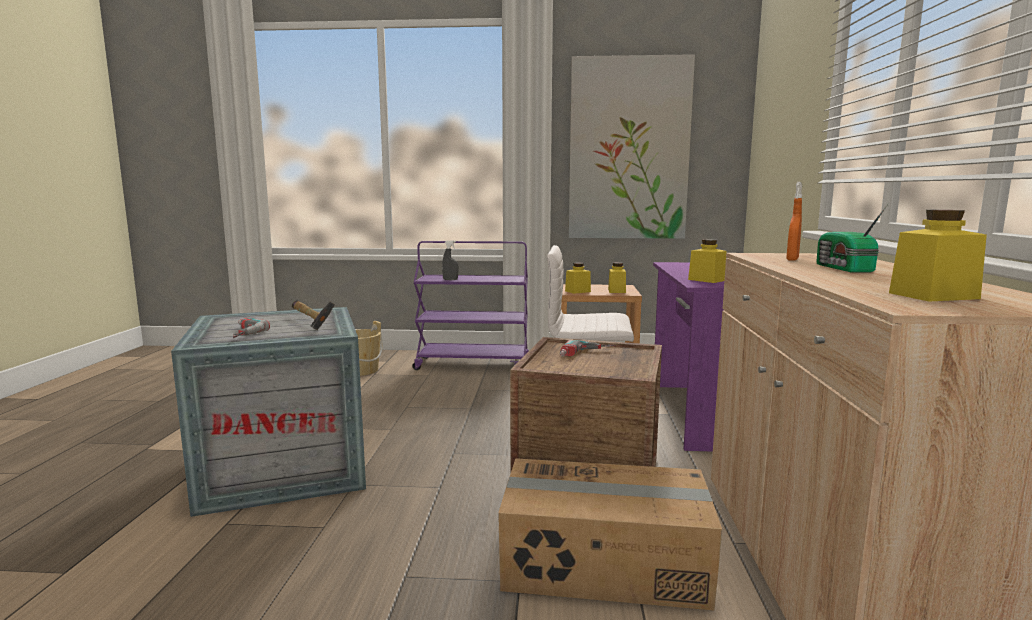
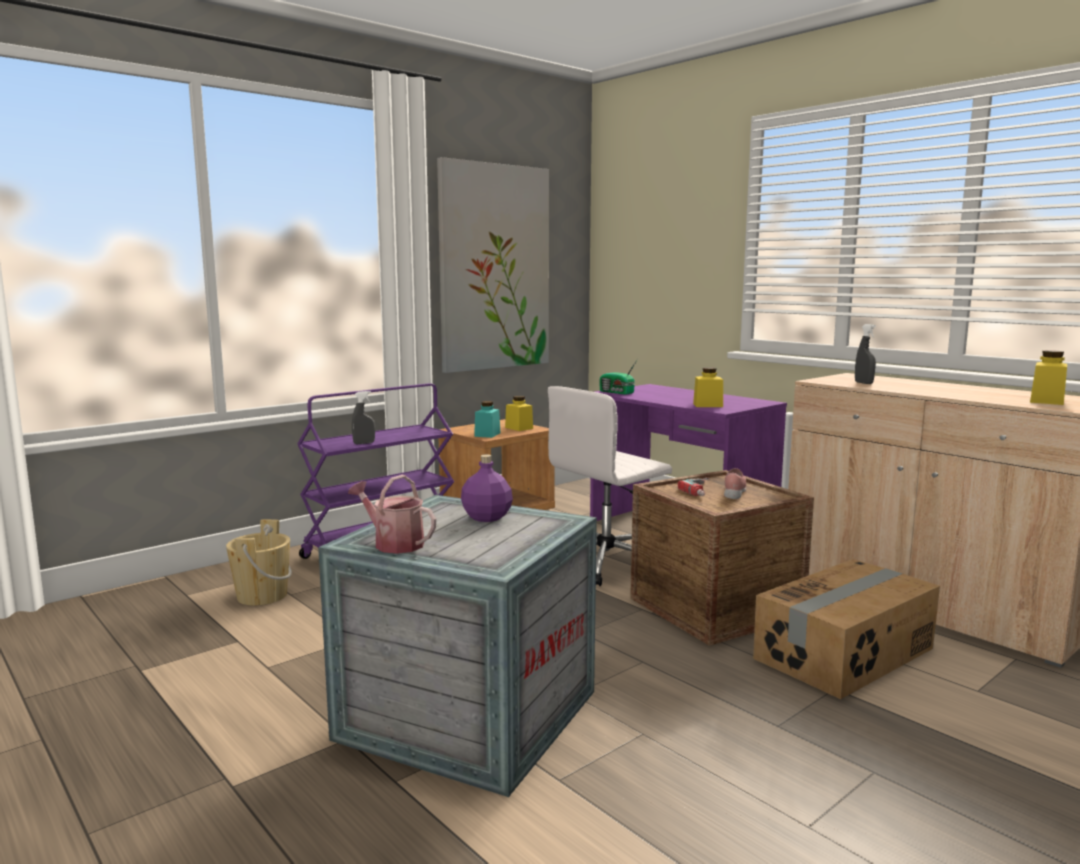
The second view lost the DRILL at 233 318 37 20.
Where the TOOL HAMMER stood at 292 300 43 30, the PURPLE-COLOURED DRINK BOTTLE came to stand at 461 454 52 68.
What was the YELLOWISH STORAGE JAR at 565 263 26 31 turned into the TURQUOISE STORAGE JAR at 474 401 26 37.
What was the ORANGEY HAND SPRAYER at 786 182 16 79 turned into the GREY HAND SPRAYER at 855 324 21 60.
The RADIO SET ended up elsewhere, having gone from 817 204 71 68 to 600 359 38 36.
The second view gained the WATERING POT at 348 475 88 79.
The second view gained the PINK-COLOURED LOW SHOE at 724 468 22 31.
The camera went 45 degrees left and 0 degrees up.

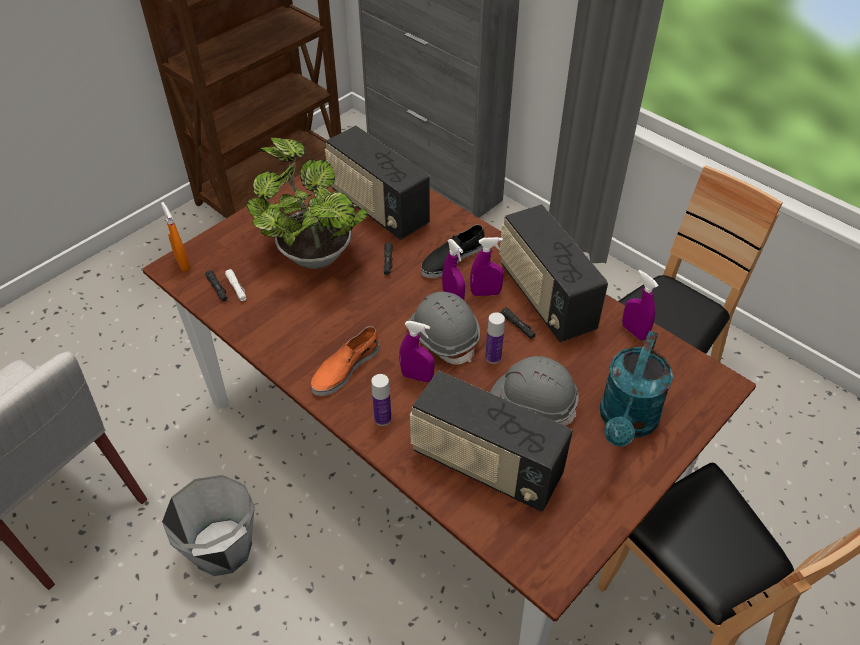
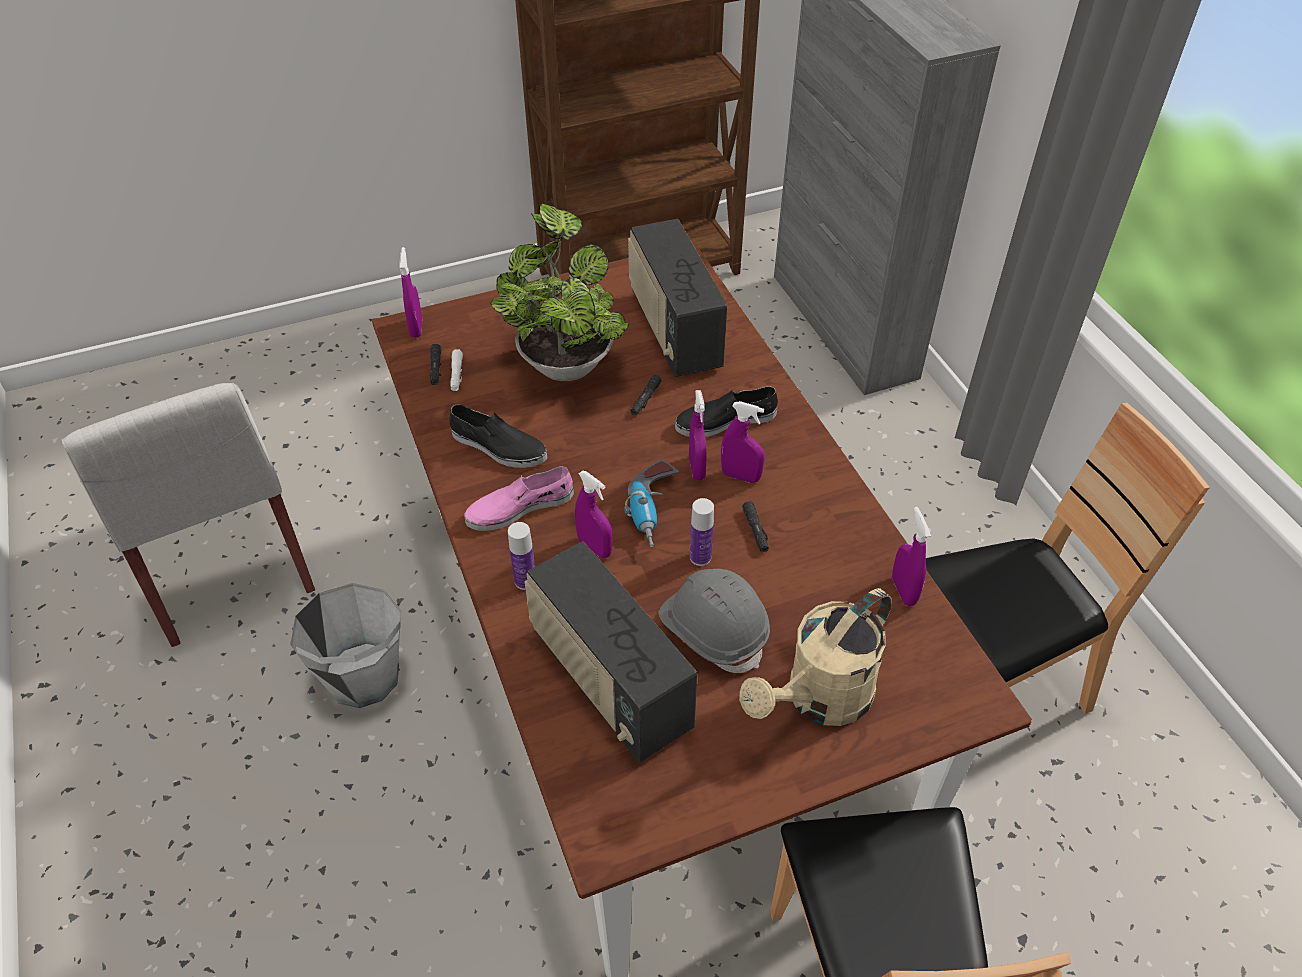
What was the ORANGEY HAND SPRAYER at 161 202 29 70 turned into the PURPLE-COLOURED HAND SPRAYER at 400 247 22 91.
What was the ORANGEY LOW SHOE at 311 327 68 69 turned into the PINK-COLOURED LOW SHOE at 464 466 110 65.
Where the GREY HARD HAT stood at 406 292 74 73, the DRILL came to stand at 624 459 55 88.
The second view lost the RADIO SET at 499 204 109 138.
What was the TURQUOISE WATERING POT at 600 331 73 115 turned into the SAND-COLOURED WATERING POT at 739 588 153 138.
The second view gained the BLACK LOW SHOE at 449 404 98 64.
The camera went 25 degrees right and 0 degrees up.

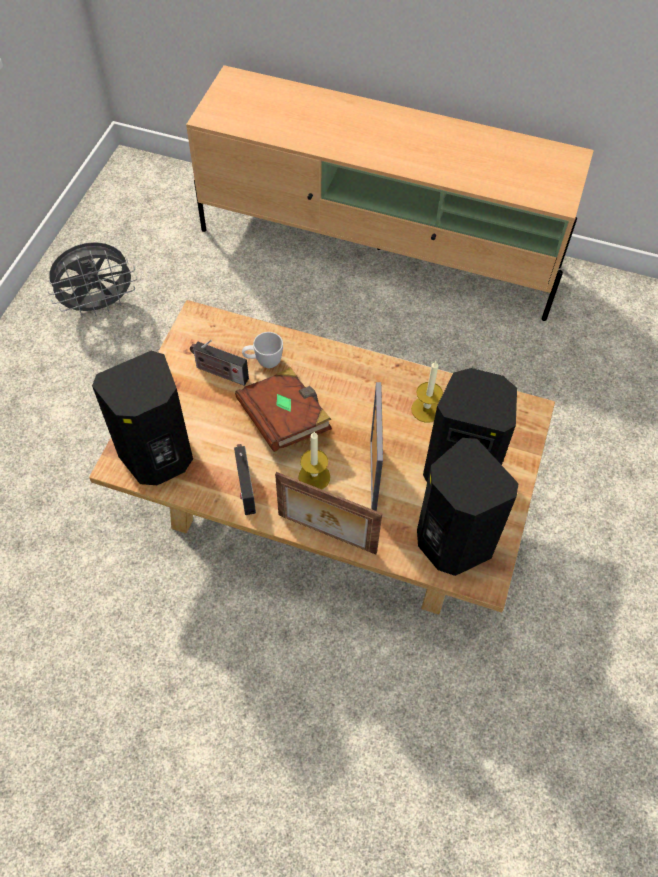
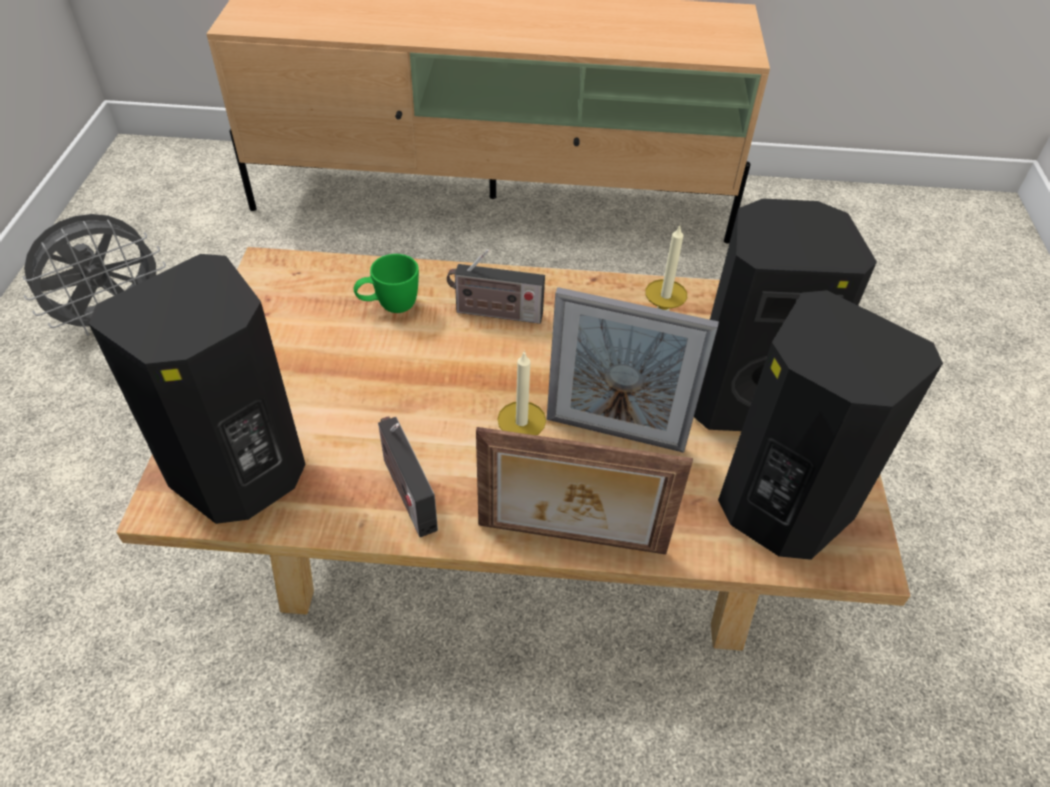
The RADIO SET ended up elsewhere, having gone from 190 340 59 46 to 447 249 98 75.
The second view lost the BROWN-COLOURED BOOK at 235 368 97 84.
What was the WHITISH TEA MUG at 242 332 41 36 turned into the GREENISH TEA MUG at 354 254 65 59.
The STANDING FRAME at 370 382 13 129 ended up facing another way, 120 degrees clockwise from before.
The camera went 15 degrees left and 10 degrees down.

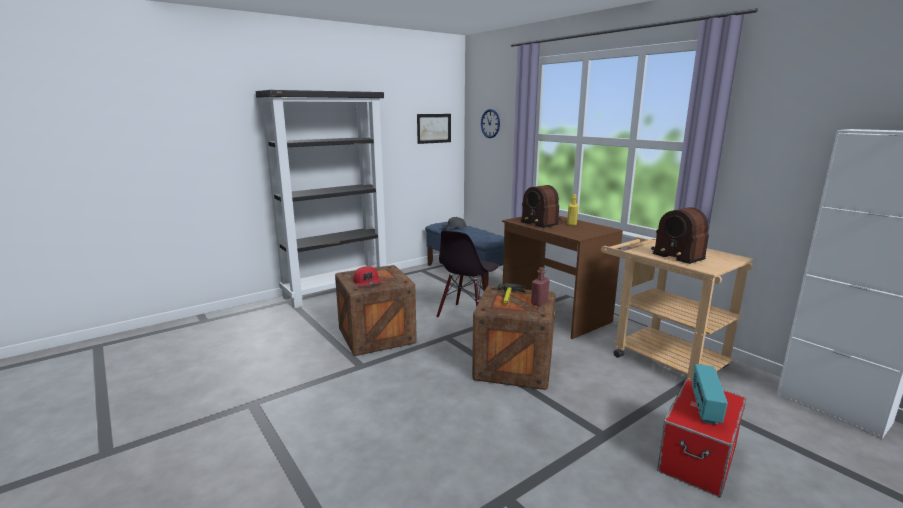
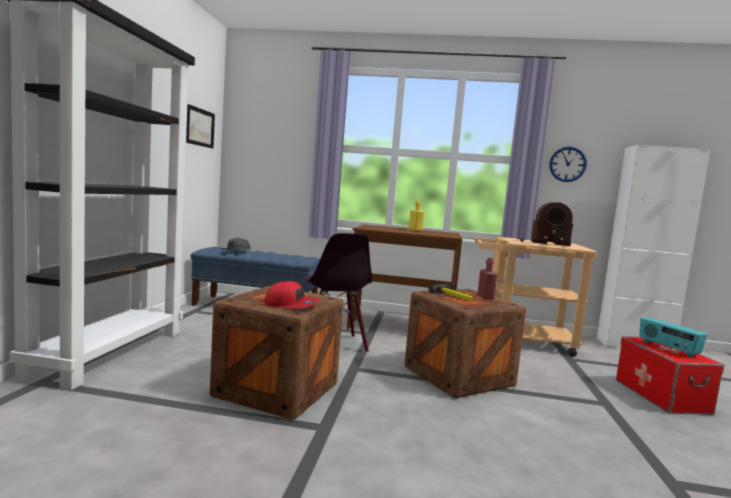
The CLOCK ON THE WALL ended up elsewhere, having gone from 481 109 19 29 to 549 146 38 36.
The second view lost the RADIO SET at 520 185 41 43.
The camera went 45 degrees left and 10 degrees down.

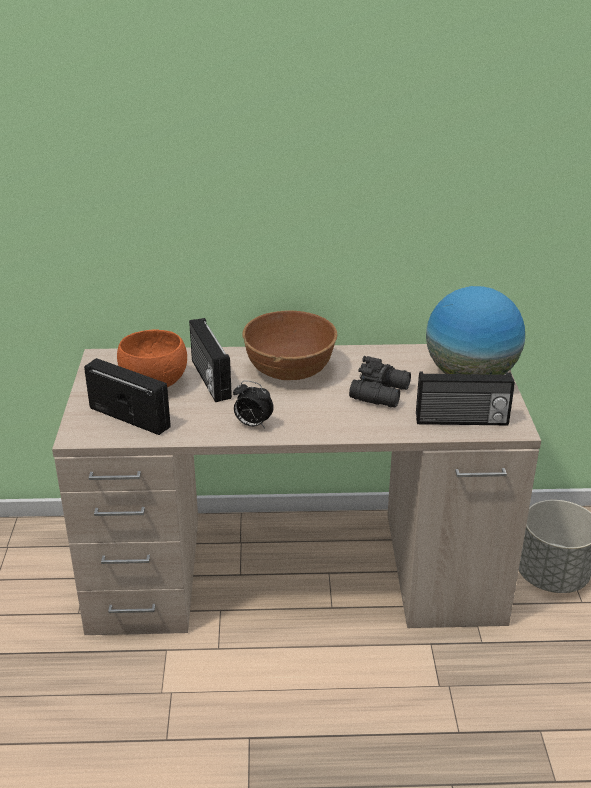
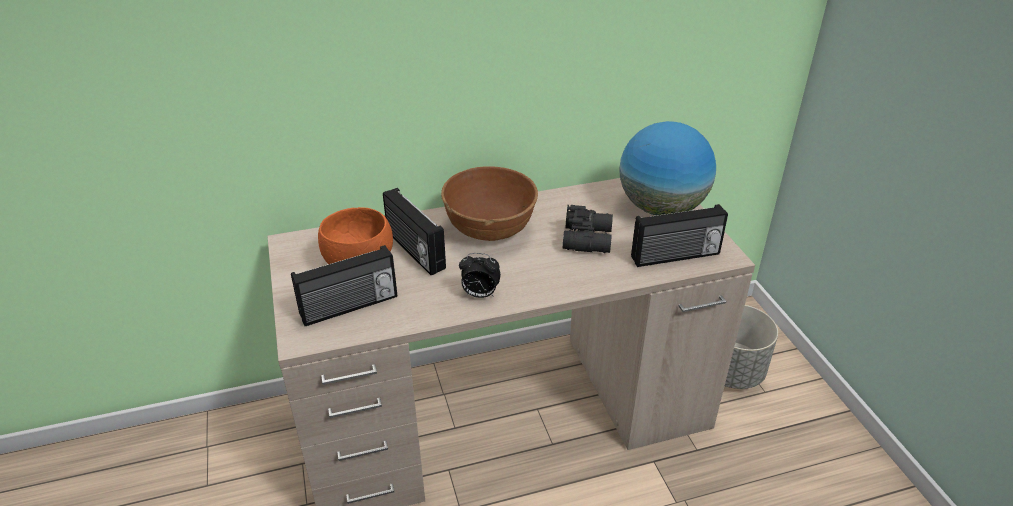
The RADIO SET at 84 358 87 77 ended up facing another way, 135 degrees clockwise from before.
The camera went 15 degrees left and 5 degrees up.

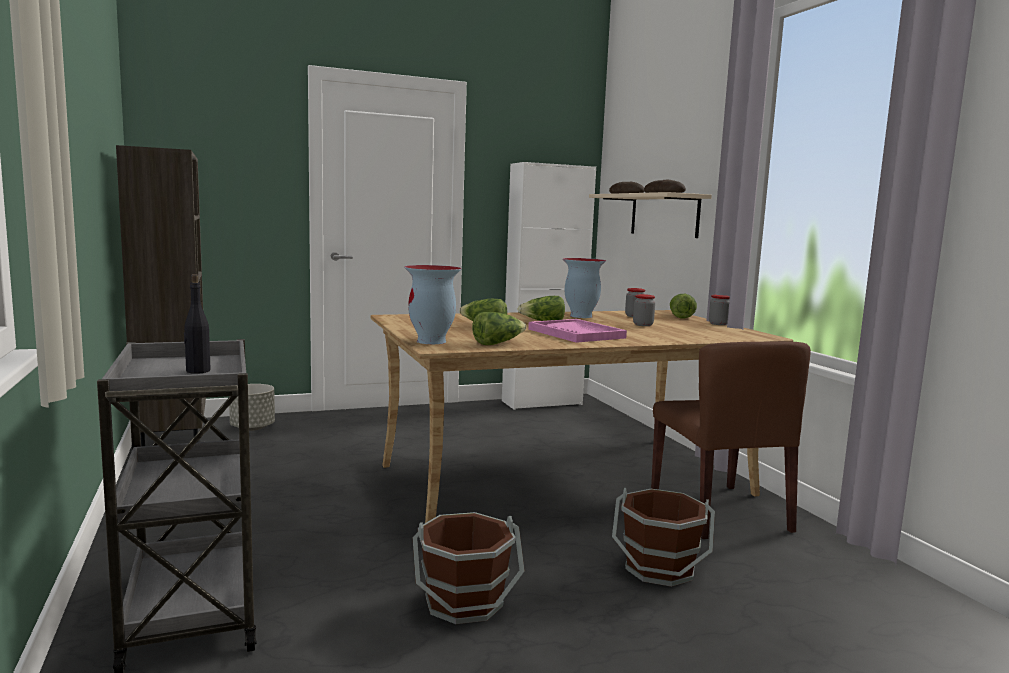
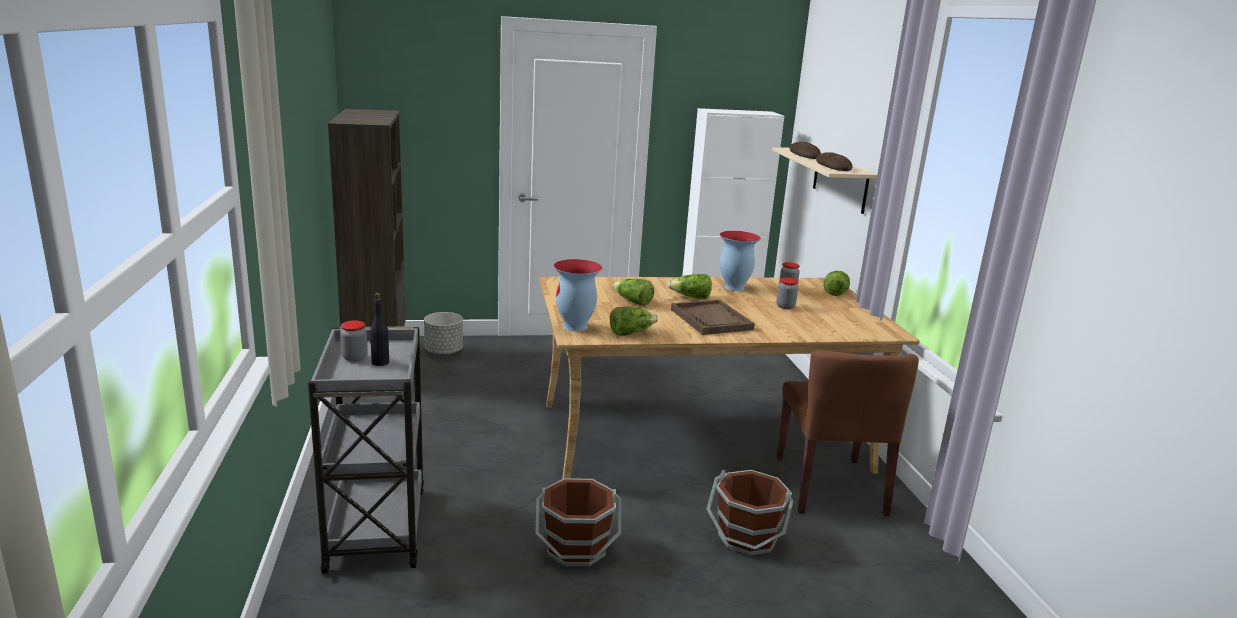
What was the PINK-COLOURED SERVING TRAY at 528 319 99 24 turned into the BROWN-COLOURED SERVING TRAY at 671 299 84 36.
The STORAGE JAR ended up elsewhere, having gone from 709 295 21 30 to 340 320 28 42.
The camera went 10 degrees right and 10 degrees up.

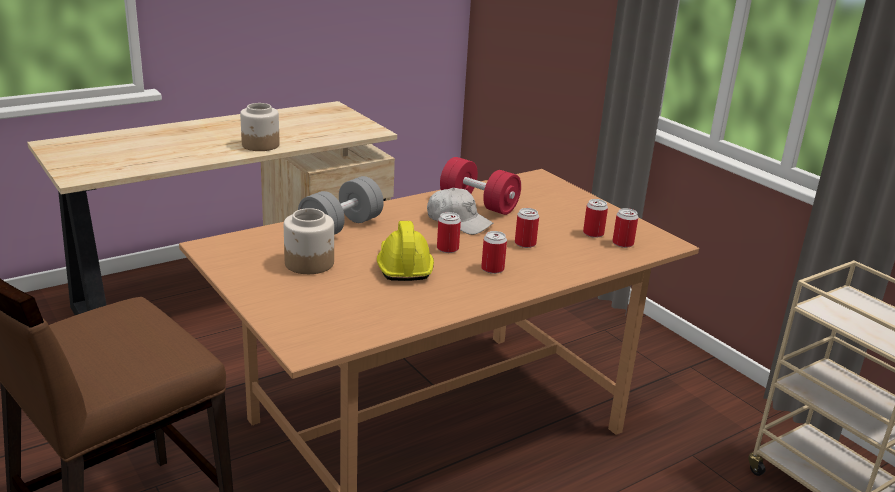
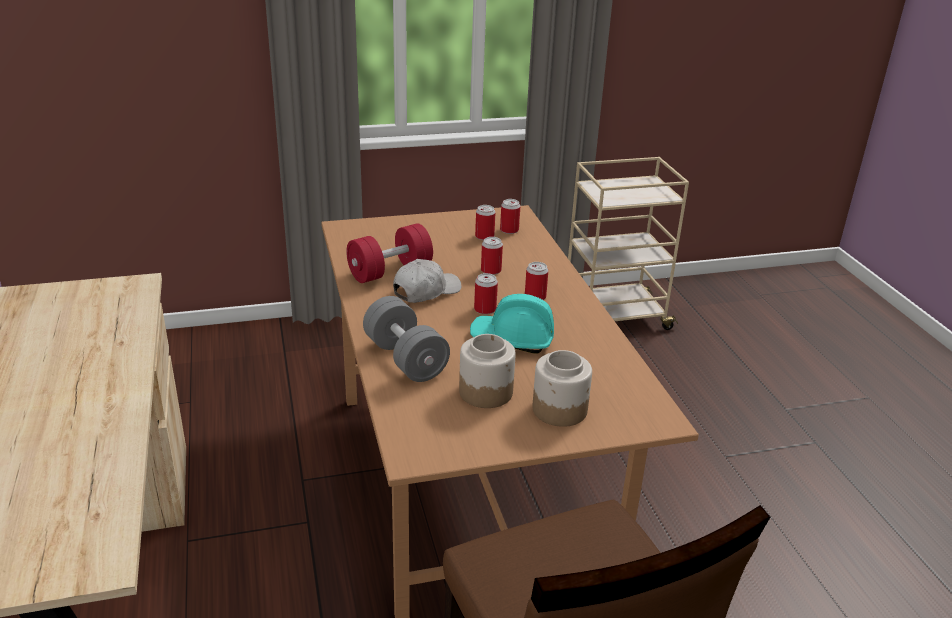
The STORAGE JAR ended up elsewhere, having gone from 240 103 40 48 to 532 350 60 77.
What was the YELLOWISH HARD HAT at 377 221 57 60 turned into the TURQUOISE HARD HAT at 470 294 84 59.
The camera went 70 degrees left and 5 degrees up.

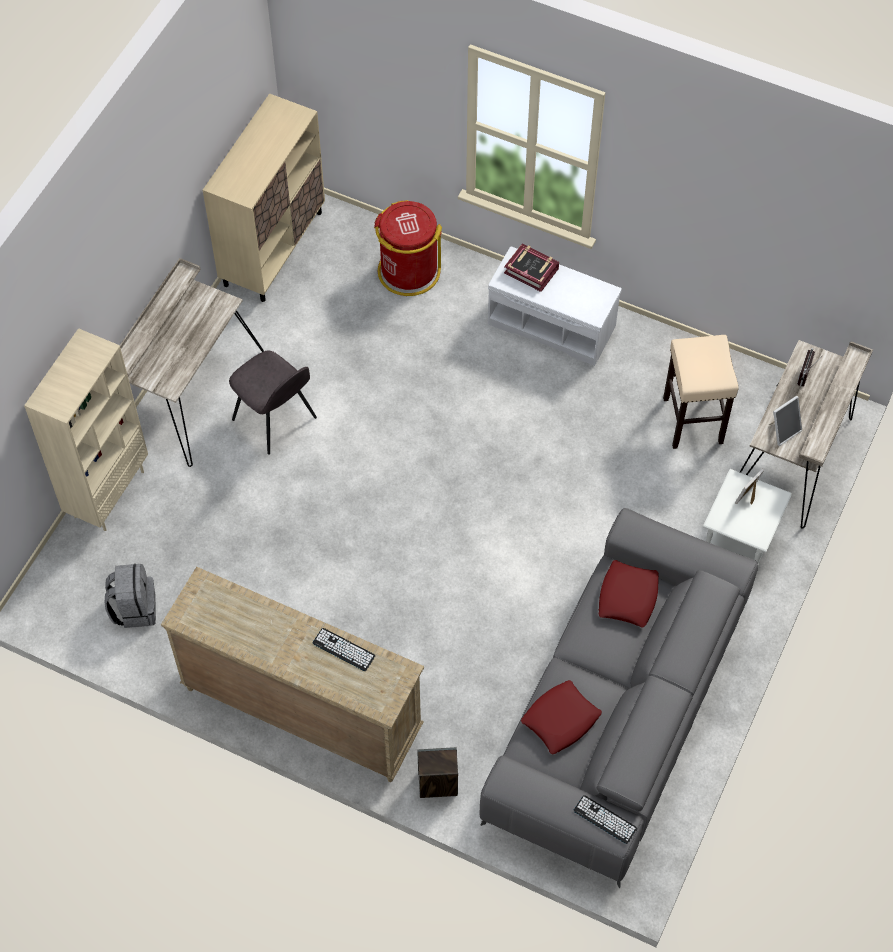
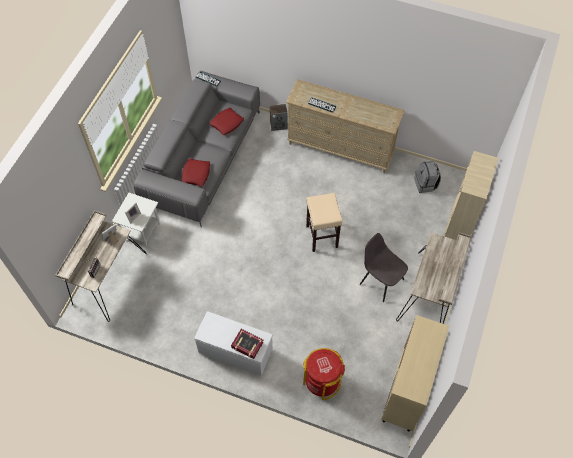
The SAND-COLOURED STOOL SEAT ended up elsewhere, having gone from 663 335 76 114 to 306 193 37 59.
The camera went 175 degrees right and 0 degrees up.

